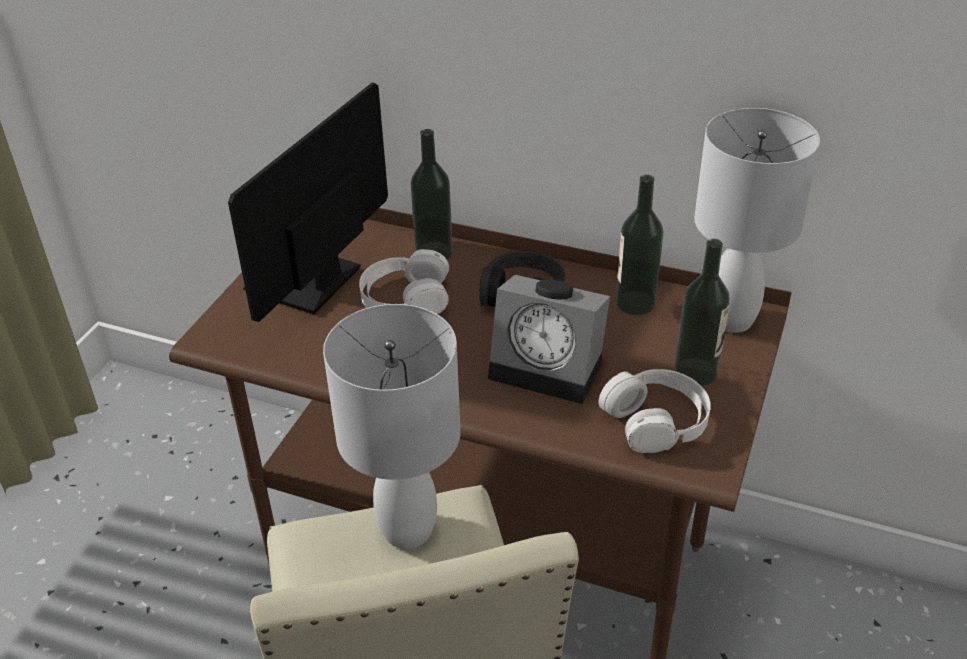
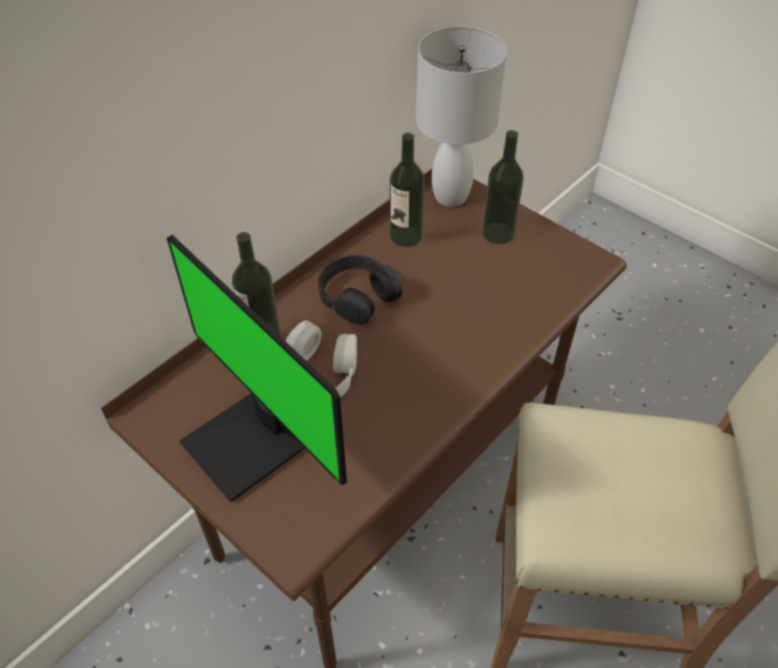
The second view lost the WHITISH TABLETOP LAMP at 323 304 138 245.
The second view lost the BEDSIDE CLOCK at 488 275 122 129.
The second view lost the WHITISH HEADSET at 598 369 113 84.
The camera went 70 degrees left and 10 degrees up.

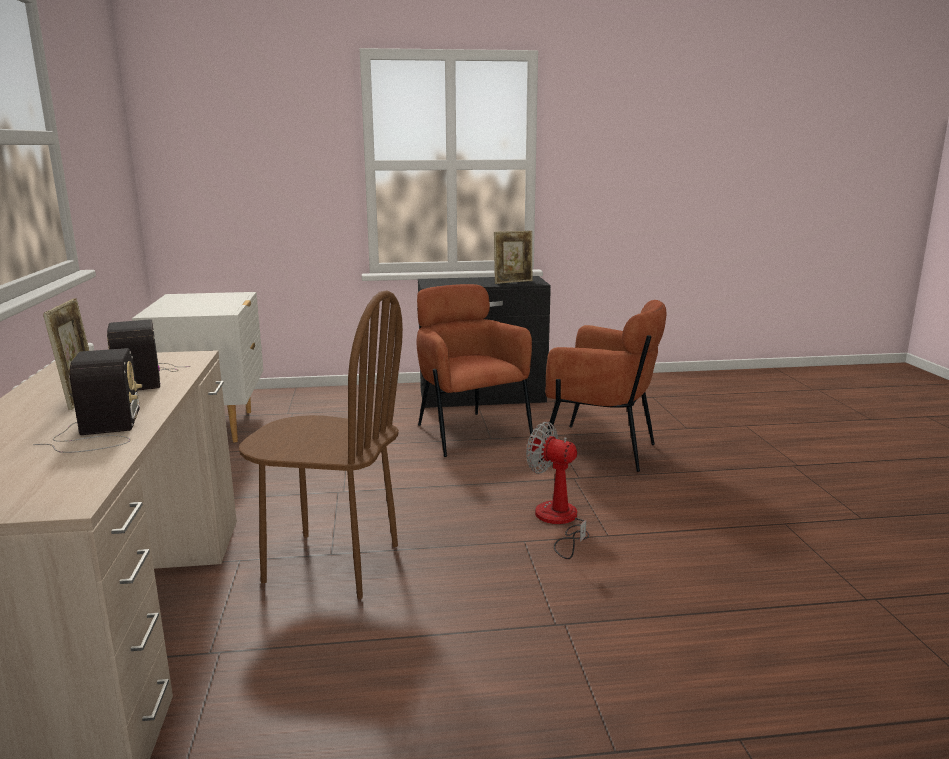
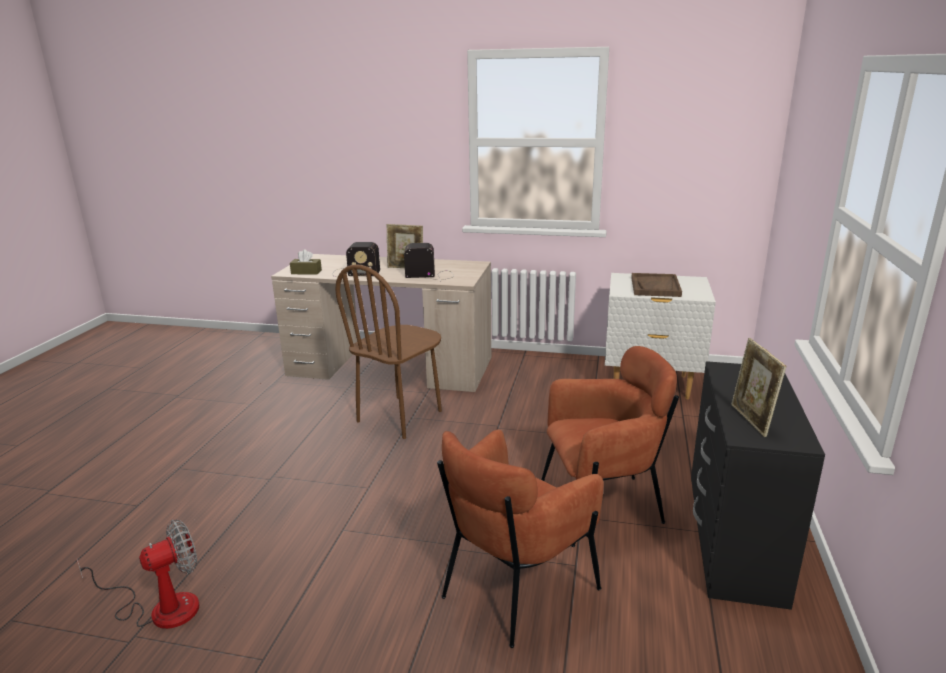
The FAN ended up elsewhere, having gone from 526 422 63 137 to 77 519 122 110.
The second view gained the BROWN-COLOURED TISSUE BOX at 290 249 32 26.
The second view gained the BROWN-COLOURED SERVING TRAY at 631 273 51 24.
The camera went 110 degrees right and 5 degrees up.

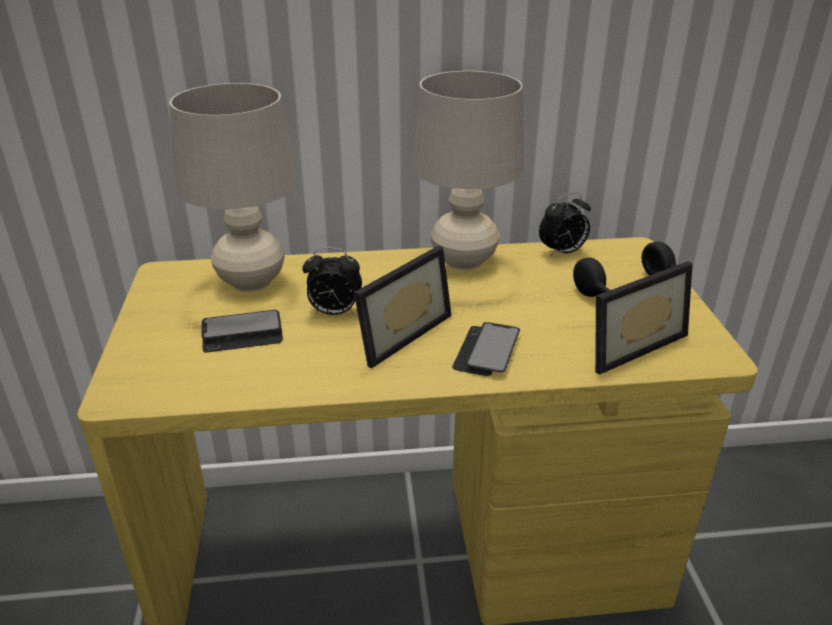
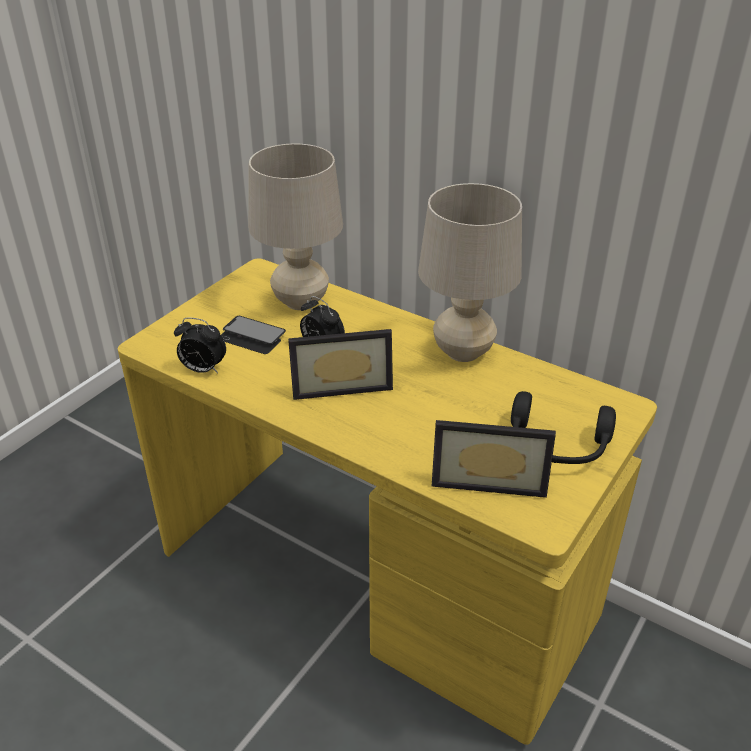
The second view lost the HANDSET at 452 322 68 54.
The BEDSIDE CLOCK ended up elsewhere, having gone from 539 192 52 65 to 174 317 52 56.
The camera went 40 degrees right and 5 degrees up.

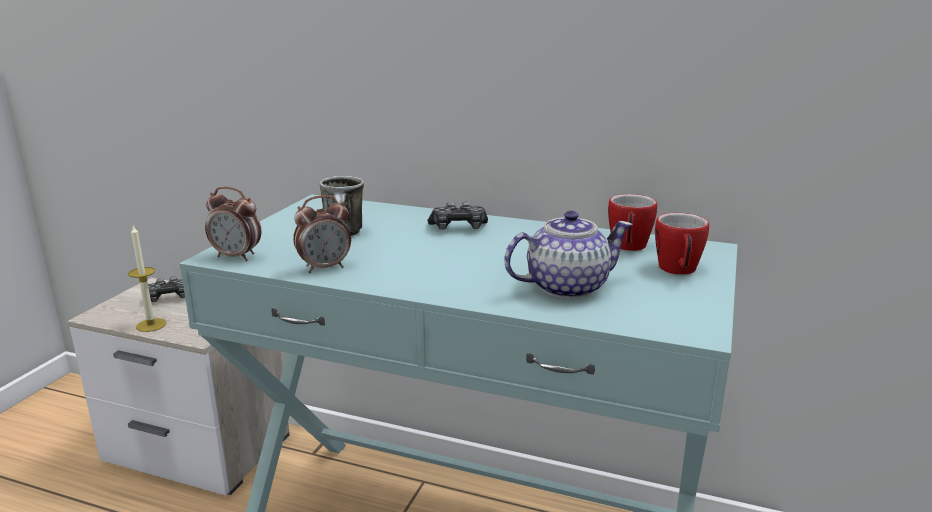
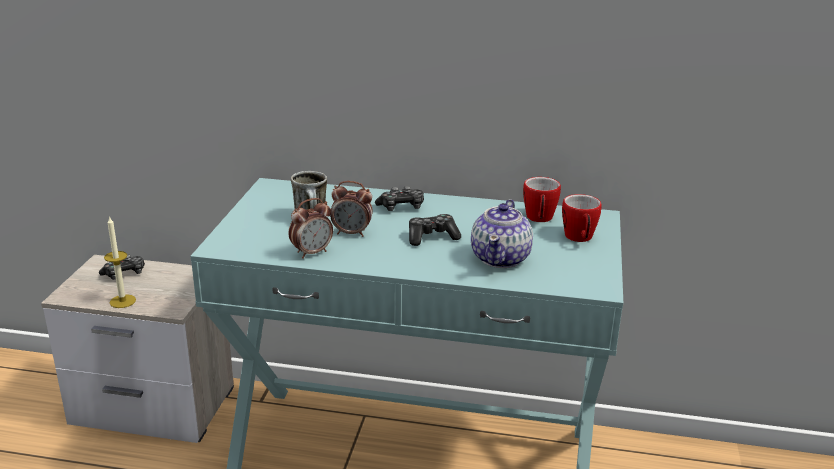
The BEDSIDE CLOCK ended up elsewhere, having gone from 205 187 56 74 to 330 181 42 56.
The TEA POT at 504 211 129 88 ended up facing another way, 135 degrees clockwise from before.
The second view gained the GAME CONTROLLER at 409 214 52 32.
The camera went 10 degrees left and 5 degrees up.

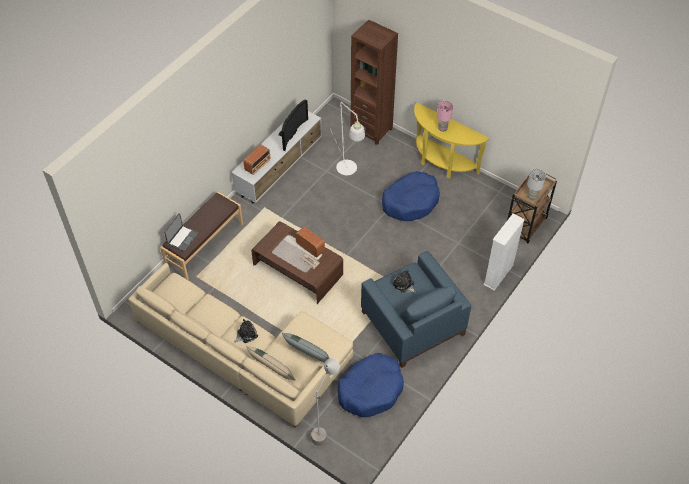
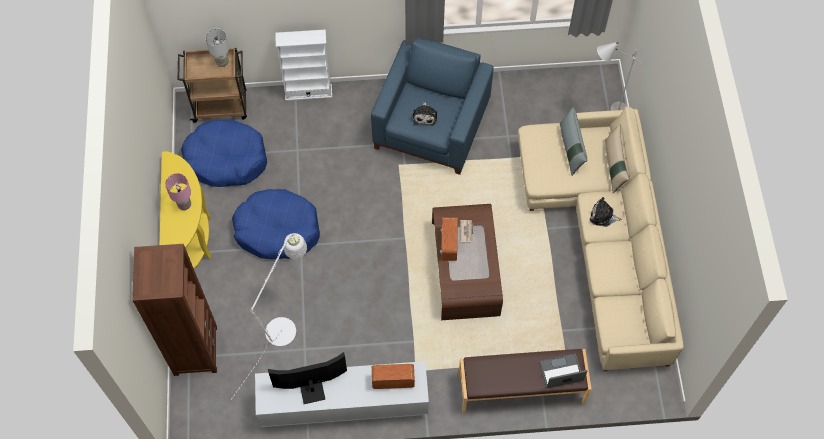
The BLUE-COLOURED DOG BED ended up elsewhere, having gone from 338 353 66 64 to 181 119 86 68.
The camera went 130 degrees left and 10 degrees up.

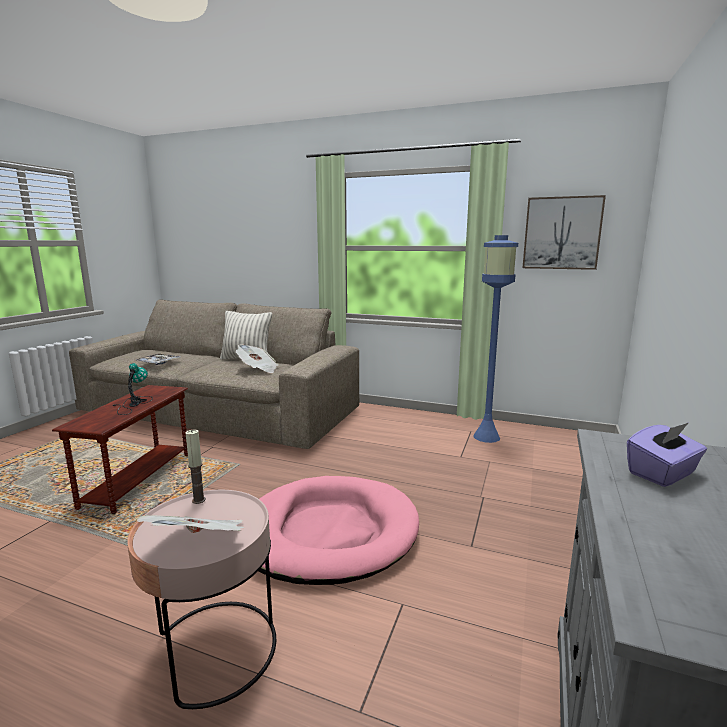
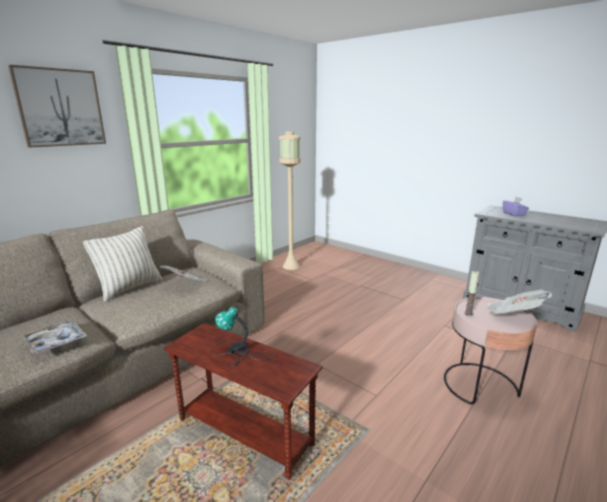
The second view lost the PINK-COLOURED DOG BED at 259 476 160 109.
What was the BLUE-COLOURED FLOOR LAMP at 473 235 45 208 turned into the SAND-COLOURED FLOOR LAMP at 279 131 22 139.
The PICTURE ended up elsewhere, having gone from 522 195 84 75 to 8 65 98 83.
The camera went 70 degrees left and 5 degrees up.

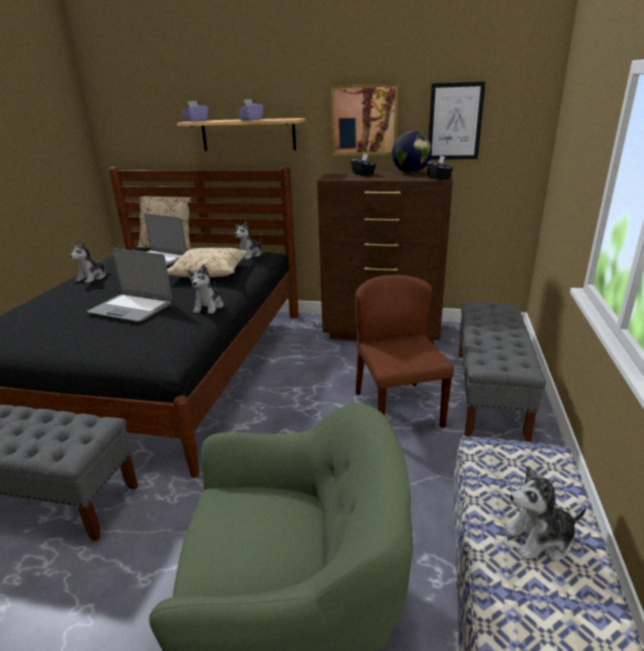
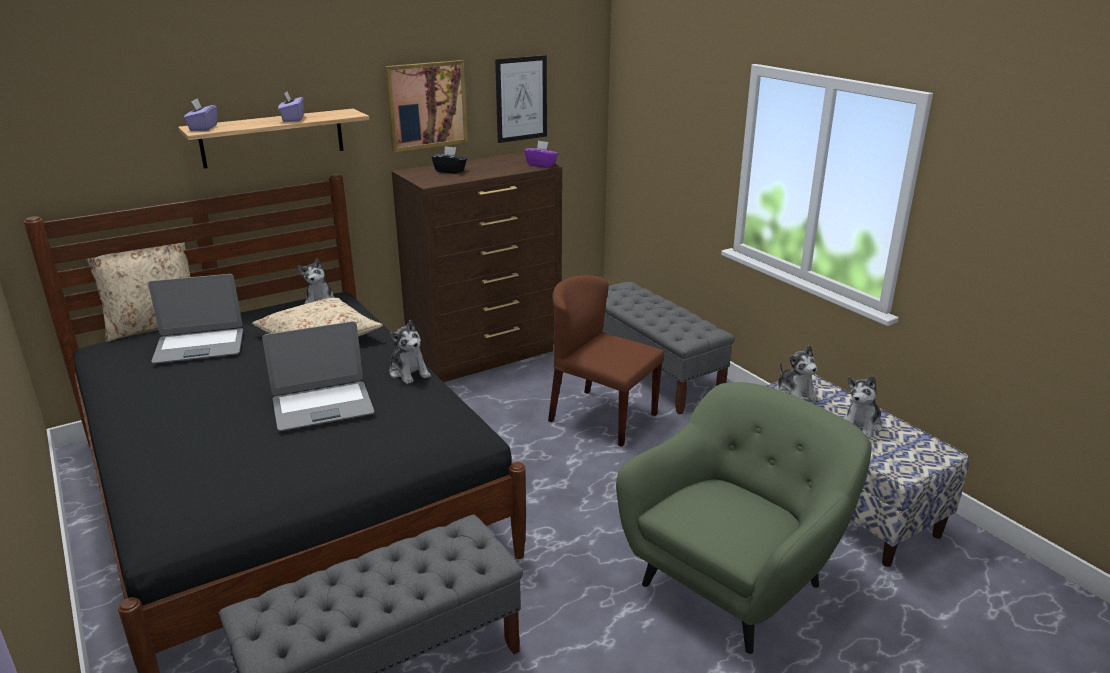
The SOFT TOY ended up elsewhere, having gone from 69 241 37 42 to 777 345 41 57.
The second view lost the GLOBE at 392 131 40 42.
What was the BLACK TISSUE BOX at 426 156 27 24 turned into the PURPLE-COLOURED TISSUE BOX at 524 140 34 28.
The camera went 45 degrees left and 0 degrees up.

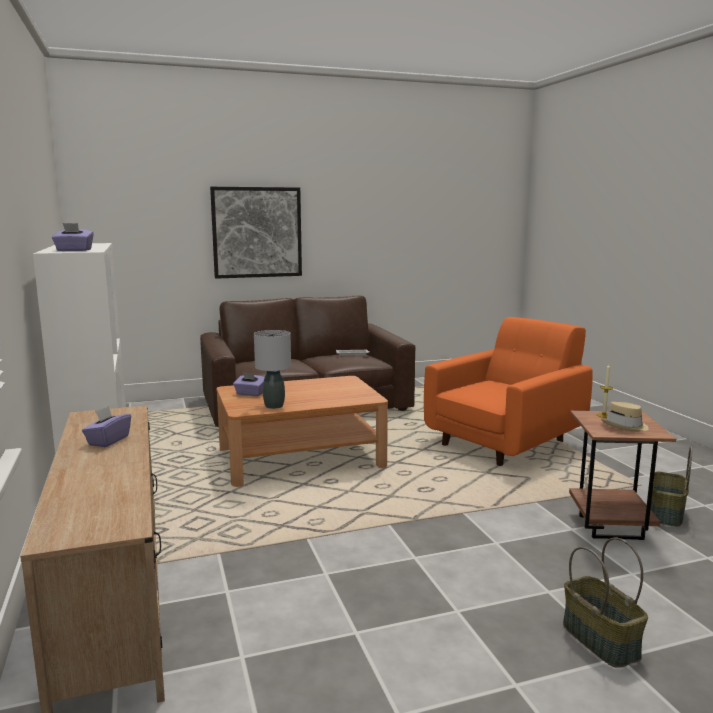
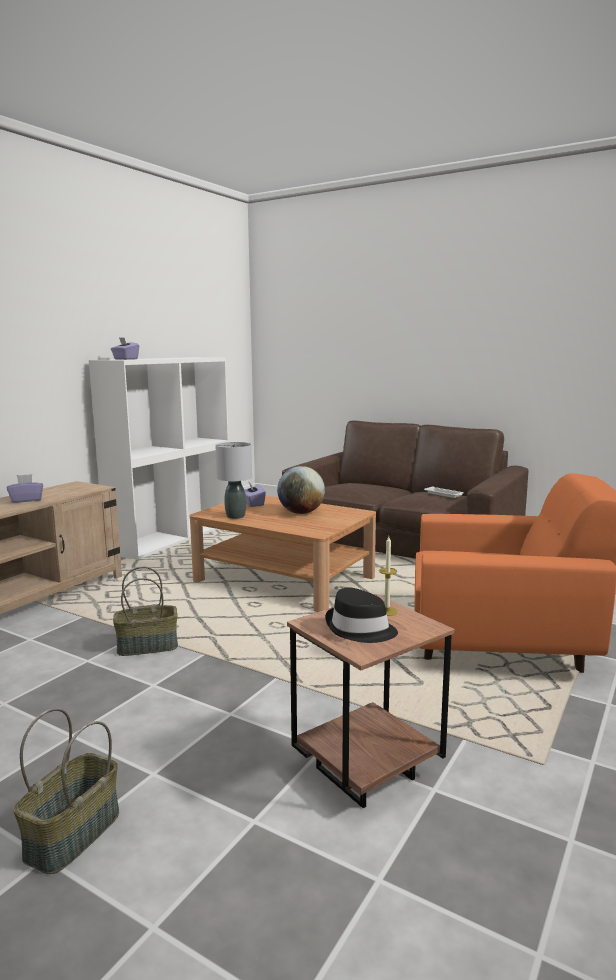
The second view lost the PICTURE at 210 187 92 92.
What was the SAND-COLOURED CLOTHING HAT at 601 402 48 30 turned into the BLACK CLOTHING HAT at 325 587 73 56.
The STORAGE BASKET ended up elsewhere, having gone from 651 446 41 81 to 113 567 65 89.
The second view gained the GLOBE at 277 466 48 48.
The camera went 50 degrees right and 0 degrees up.

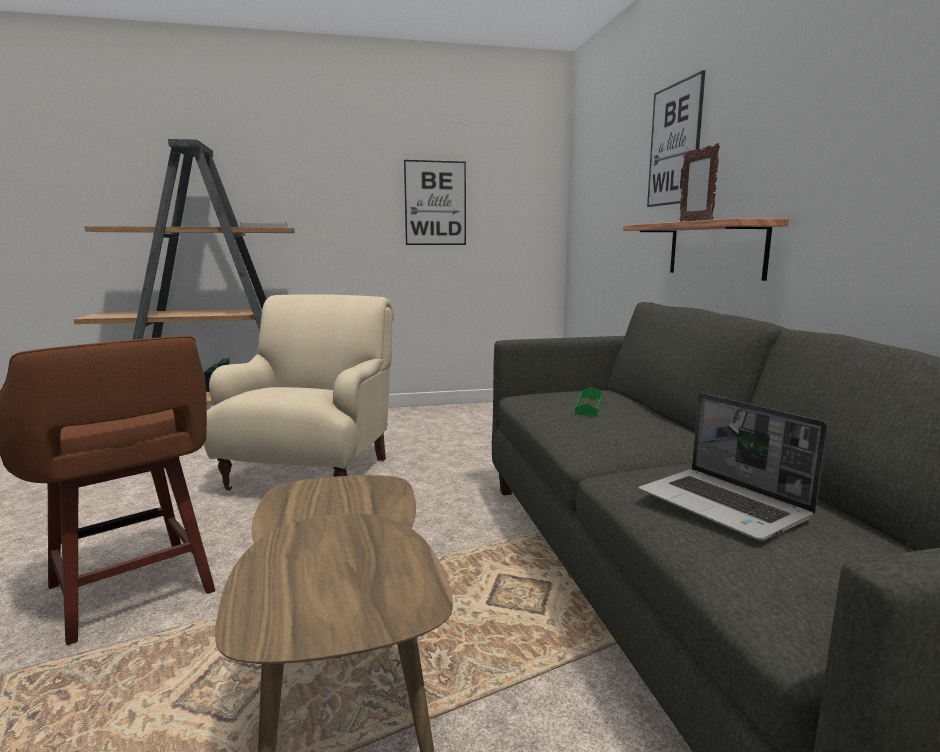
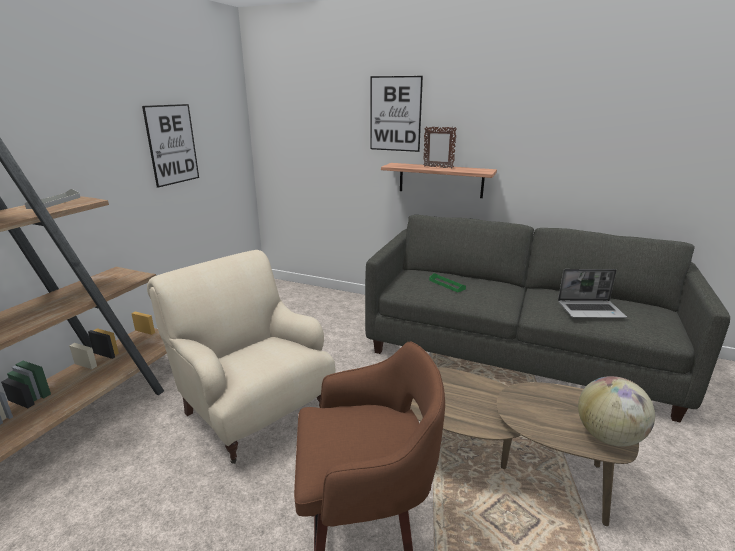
The second view gained the GLOBE at 578 376 77 71.
The camera went 55 degrees left and 10 degrees up.

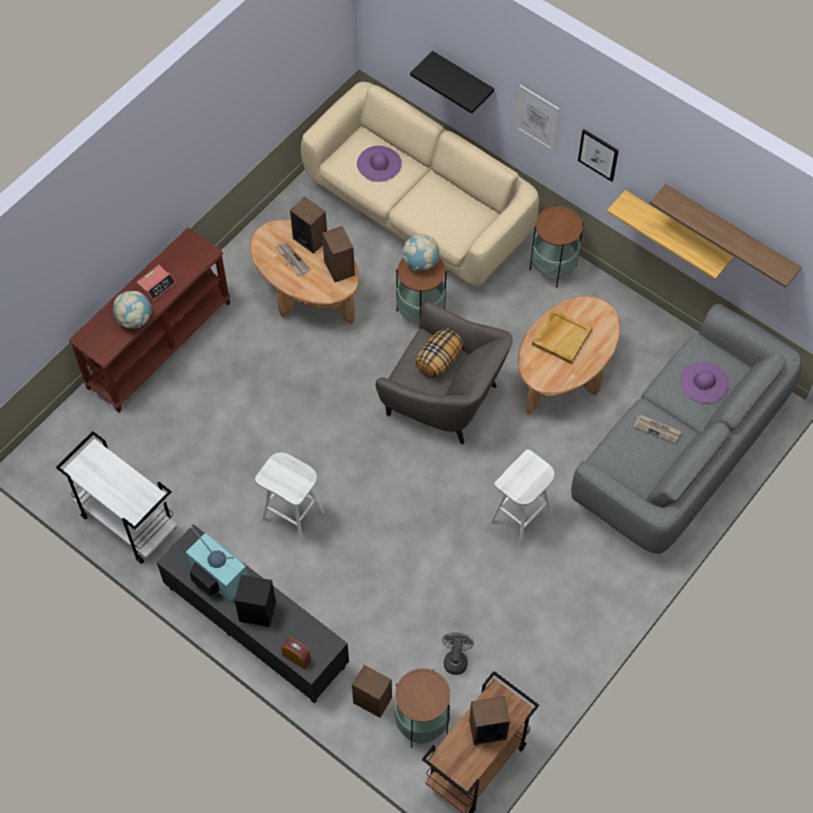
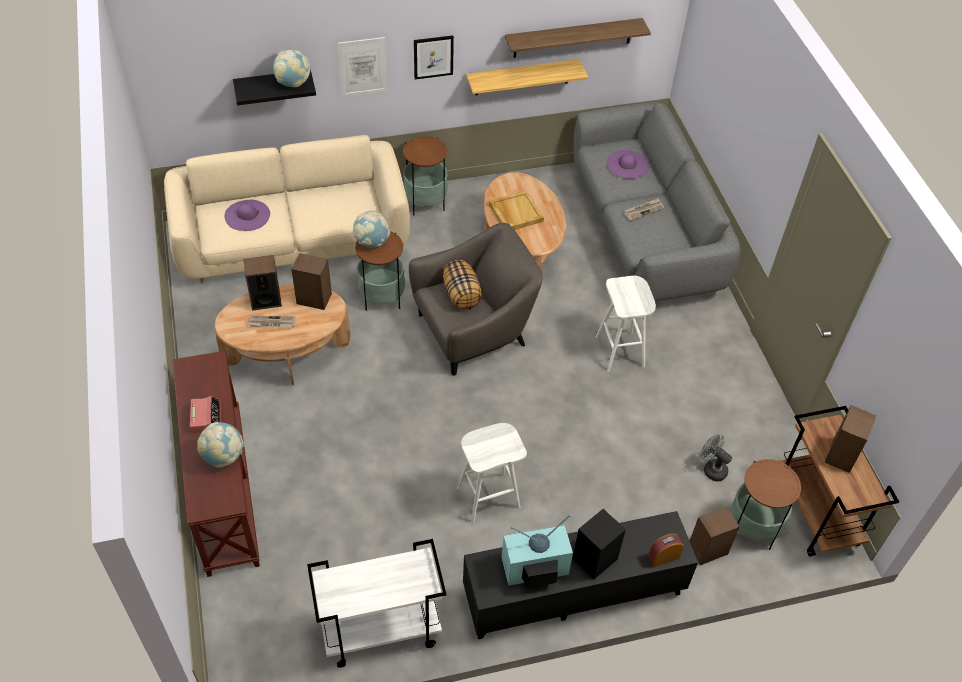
The second view gained the GLOBE at 273 49 37 38.
The camera went 55 degrees left and 10 degrees down.

